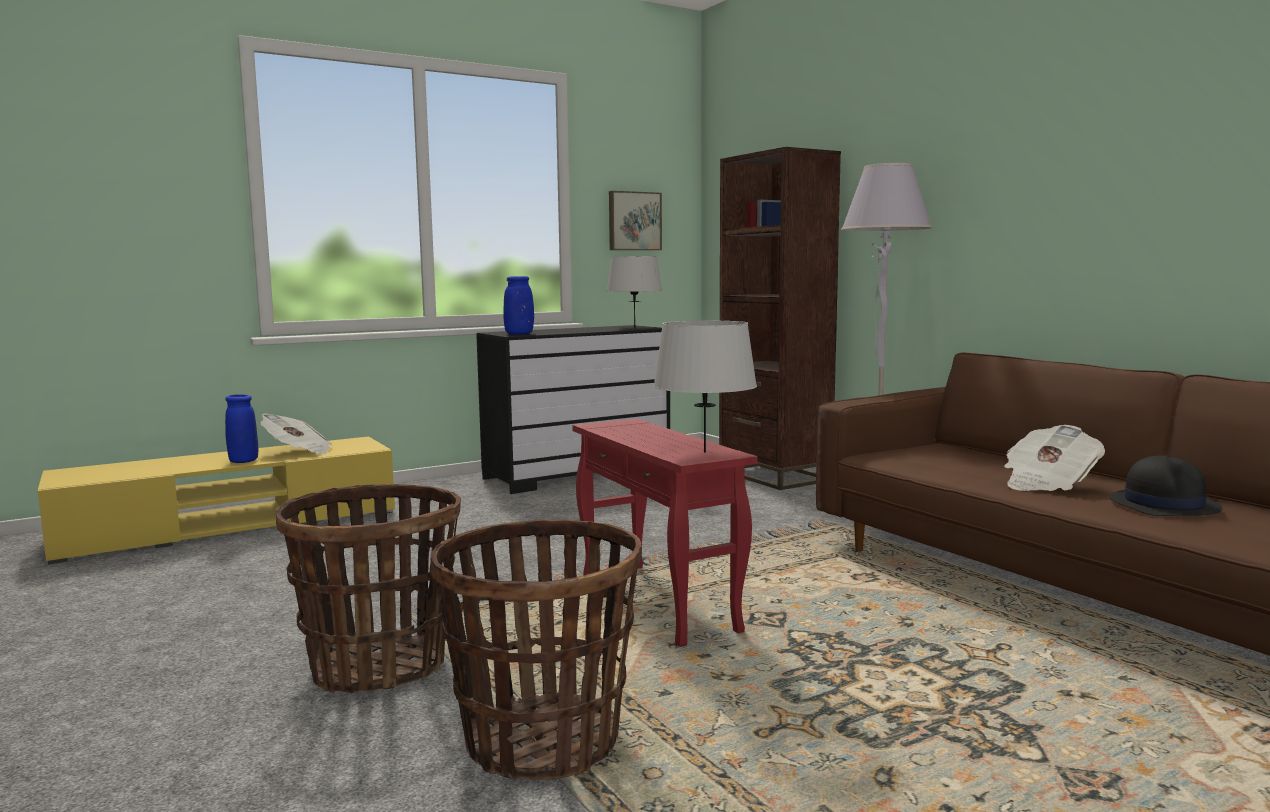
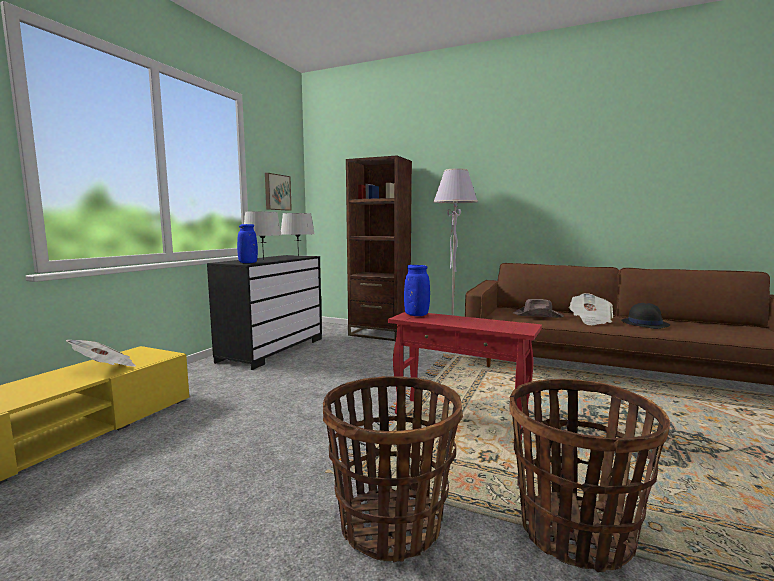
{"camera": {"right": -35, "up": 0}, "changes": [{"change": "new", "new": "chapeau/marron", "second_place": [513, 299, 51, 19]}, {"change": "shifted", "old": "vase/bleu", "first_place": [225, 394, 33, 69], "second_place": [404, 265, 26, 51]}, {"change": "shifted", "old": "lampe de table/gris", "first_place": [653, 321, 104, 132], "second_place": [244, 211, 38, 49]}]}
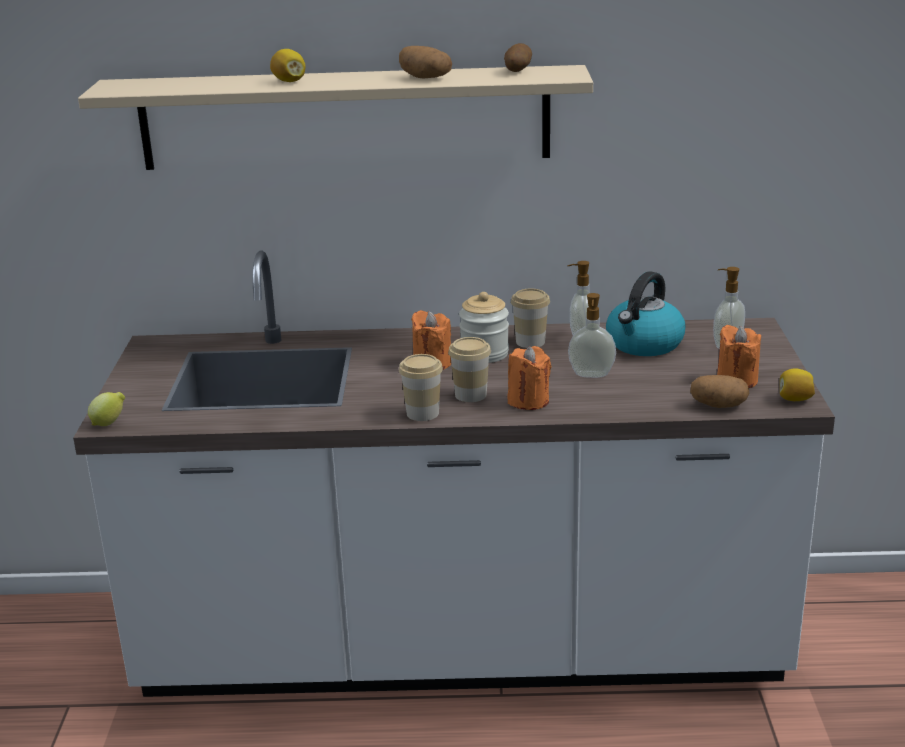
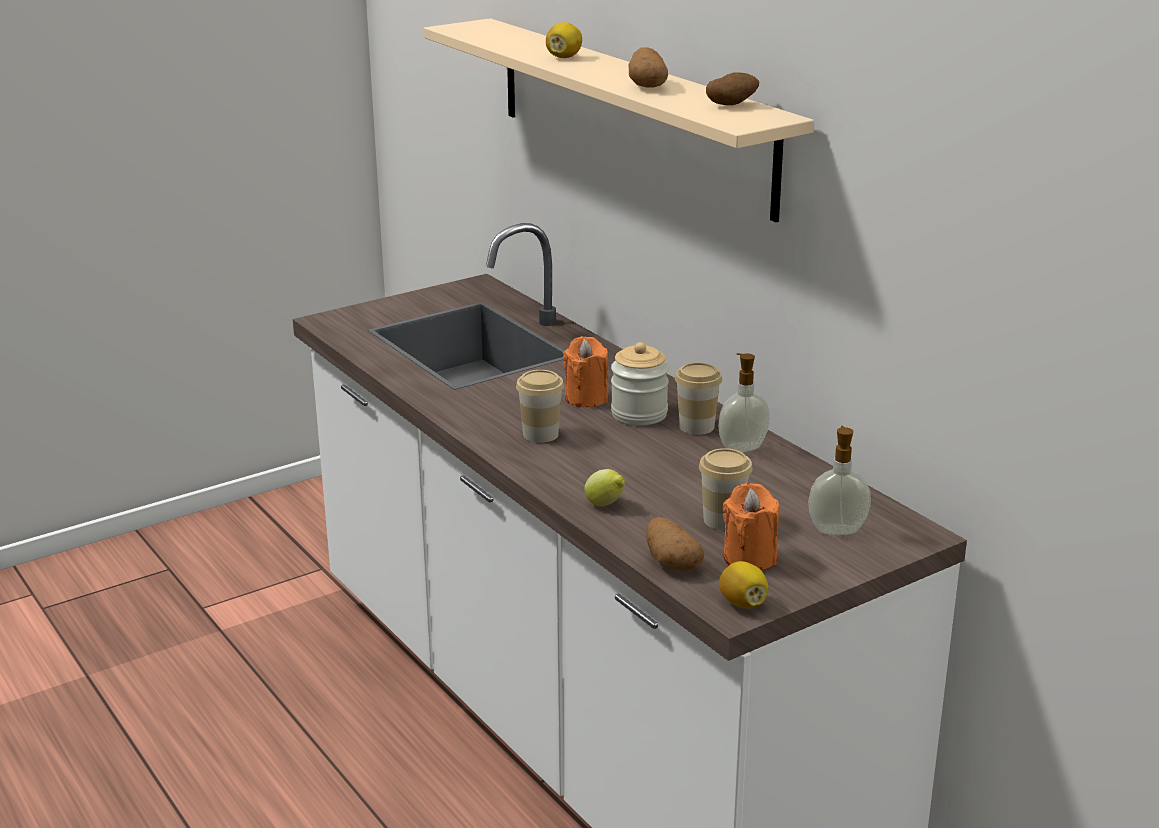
{"camera": {"right": 55, "up": 0}, "changes": [{"change": "gone", "old": "bougie/orange", "first_place": [507, 346, 45, 64]}, {"change": "gone", "old": "distributeur de savon", "first_place": [568, 293, 48, 85]}, {"change": "gone", "old": "bouilloire", "first_place": [606, 271, 80, 85]}, {"change": "shifted", "old": "citron", "first_place": [88, 392, 37, 34], "second_place": [584, 469, 41, 37]}, {"change": "shifted", "old": "tasse", "first_place": [399, 354, 44, 67], "second_place": [699, 448, 54, 82]}]}
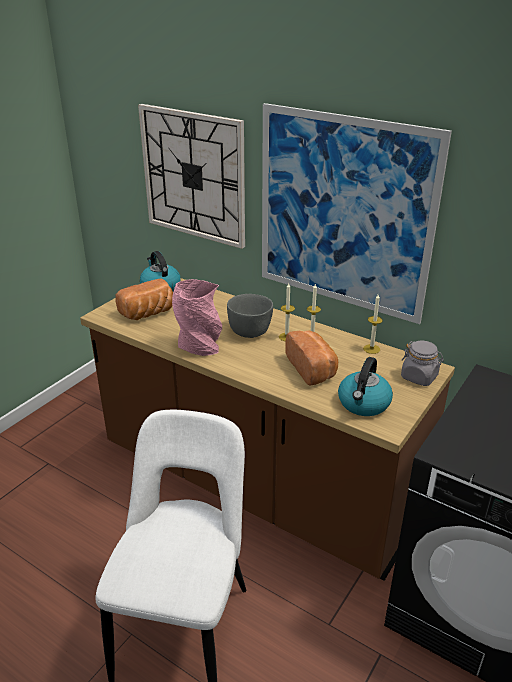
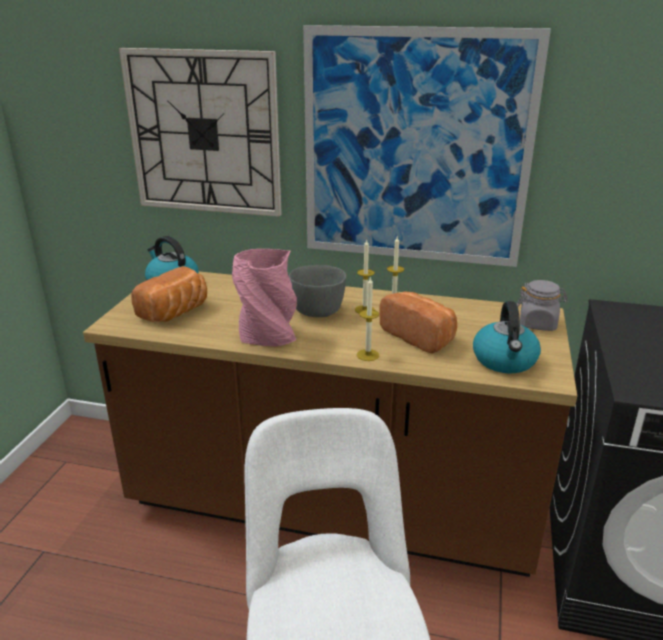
{"camera": {"right": -20, "up": -5}, "changes": [{"change": "shifted", "old": "bougie", "first_place": [363, 294, 20, 60], "second_place": [357, 277, 22, 84]}]}
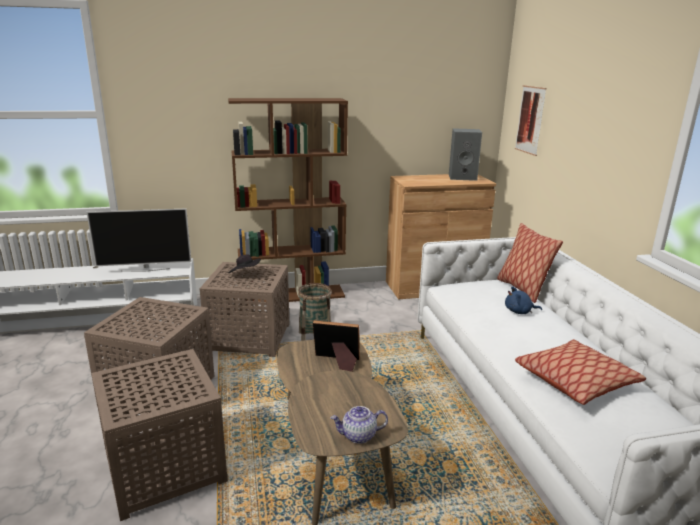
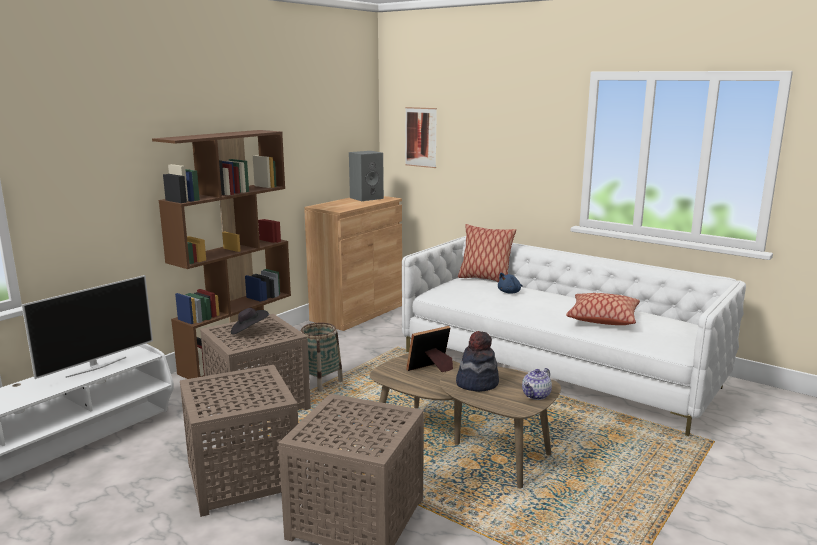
{"camera": {"right": -40, "up": -5}, "changes": [{"change": "new", "new": "chapeau", "second_place": [456, 331, 43, 61]}]}
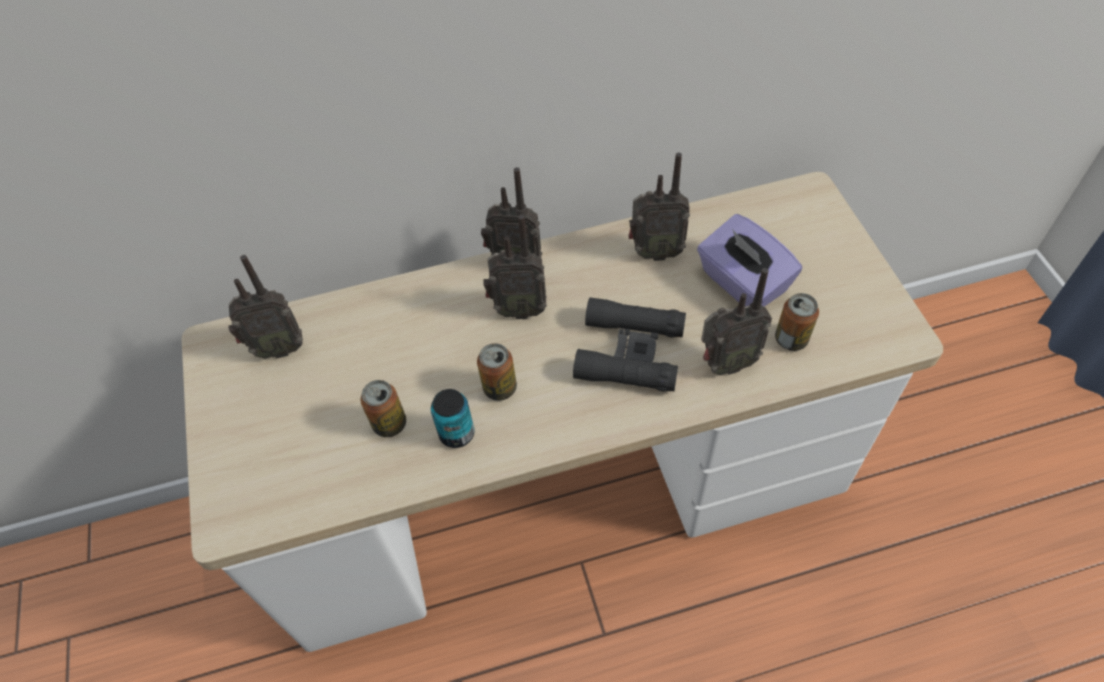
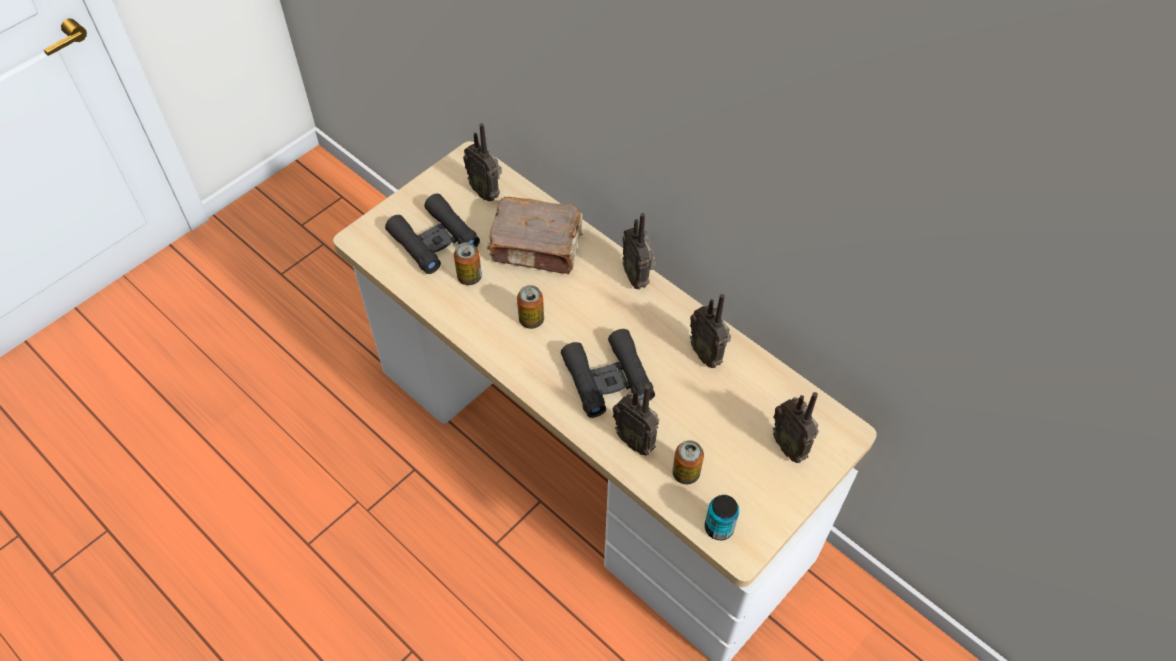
{"camera": {"right": 55, "up": 0}, "changes": [{"change": "gone", "old": "boîte à mouchoirs/violet", "first_place": [697, 214, 105, 93]}, {"change": "new", "new": "jumelles/noir", "second_place": [385, 193, 95, 81]}, {"change": "new", "new": "livre/marron", "second_place": [487, 197, 96, 77]}, {"change": "shifted", "old": "boîte métallique", "first_place": [431, 389, 44, 59], "second_place": [705, 495, 34, 45]}, {"change": "shifted", "old": "radio", "first_place": [483, 215, 64, 104], "second_place": [773, 392, 46, 71]}]}
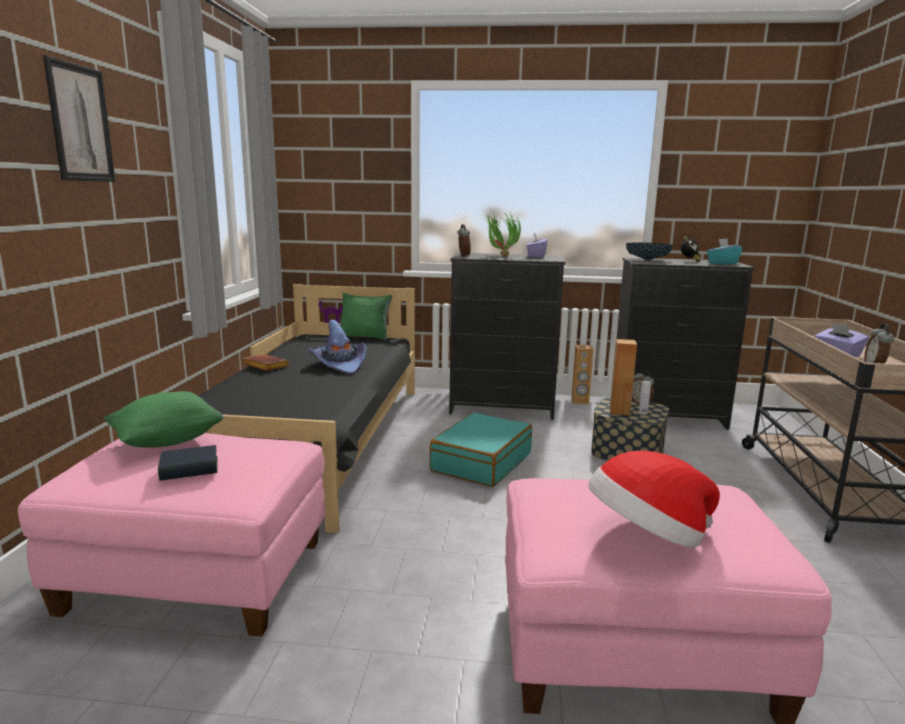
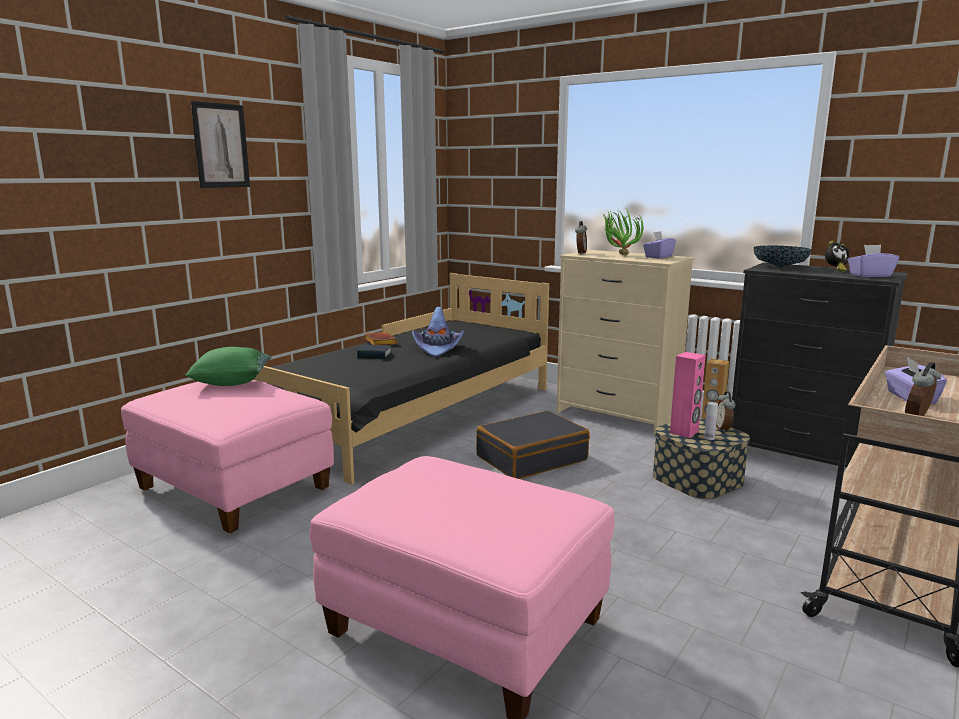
{"camera": {"right": 30, "up": 0}, "changes": [{"change": "gone", "old": "coussin/vert", "first_place": [340, 293, 52, 47]}, {"change": "gone", "old": "chapeau", "first_place": [588, 450, 132, 98]}, {"change": "shifted", "old": "livre", "first_place": [158, 445, 60, 36], "second_place": [357, 345, 35, 14]}, {"change": "repainted", "old": "valise/turquoise", "new": "valise/noir", "first_place": [429, 412, 103, 75], "second_place": [476, 410, 114, 69]}, {"change": "repainted", "old": "commode/noir", "new": "commode/beige", "first_place": [449, 253, 116, 167], "second_place": [556, 250, 138, 185]}, {"change": "repainted", "old": "enceinte/marron", "new": "enceinte/rose", "first_place": [610, 339, 27, 77], "second_place": [670, 352, 36, 86]}, {"change": "repainted", "old": "boîte à mouchoirs/turquoise", "new": "boîte à mouchoirs/violet", "first_place": [707, 238, 36, 27], "second_place": [848, 245, 51, 32]}]}
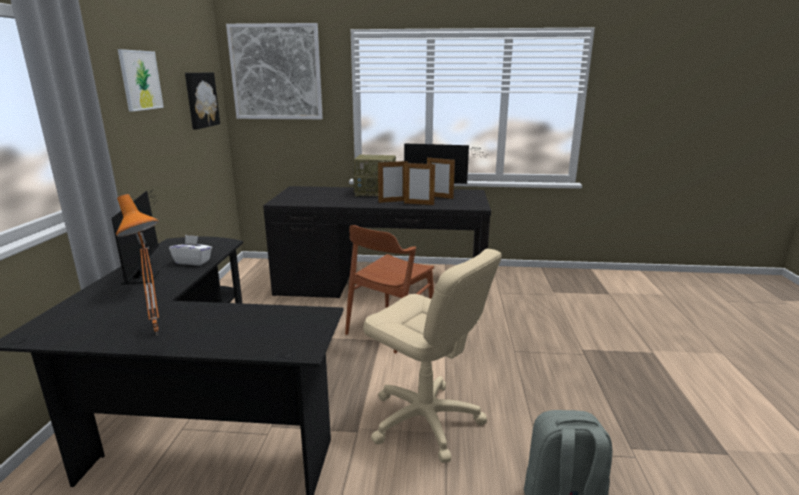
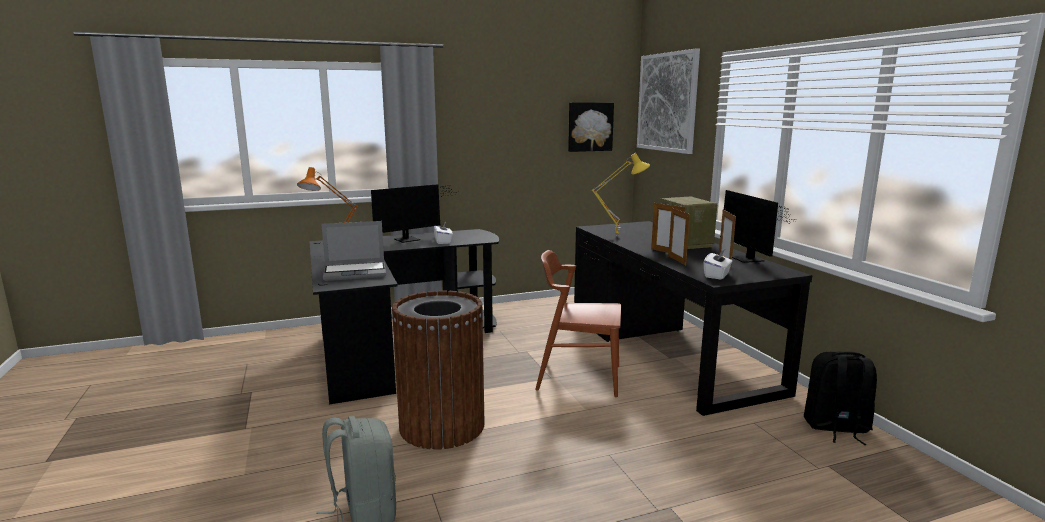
{"camera": {"right": 65, "up": -5}, "changes": [{"change": "gone", "old": "tableau", "first_place": [118, 49, 46, 63]}, {"change": "new", "new": "ordinateur portable", "second_place": [321, 221, 65, 60]}, {"change": "new", "new": "lampe de table/jaune", "second_place": [592, 153, 58, 83]}, {"change": "new", "new": "boîte à mouchoirs/blanc", "second_place": [704, 250, 29, 30]}, {"change": "new", "new": "sac à dos/noir", "second_place": [804, 351, 73, 94]}, {"change": "swapped", "old": "chaise de bureau/beige", "new": "poubelle/marron", "first_place": [363, 249, 139, 214], "second_place": [391, 290, 93, 159]}]}
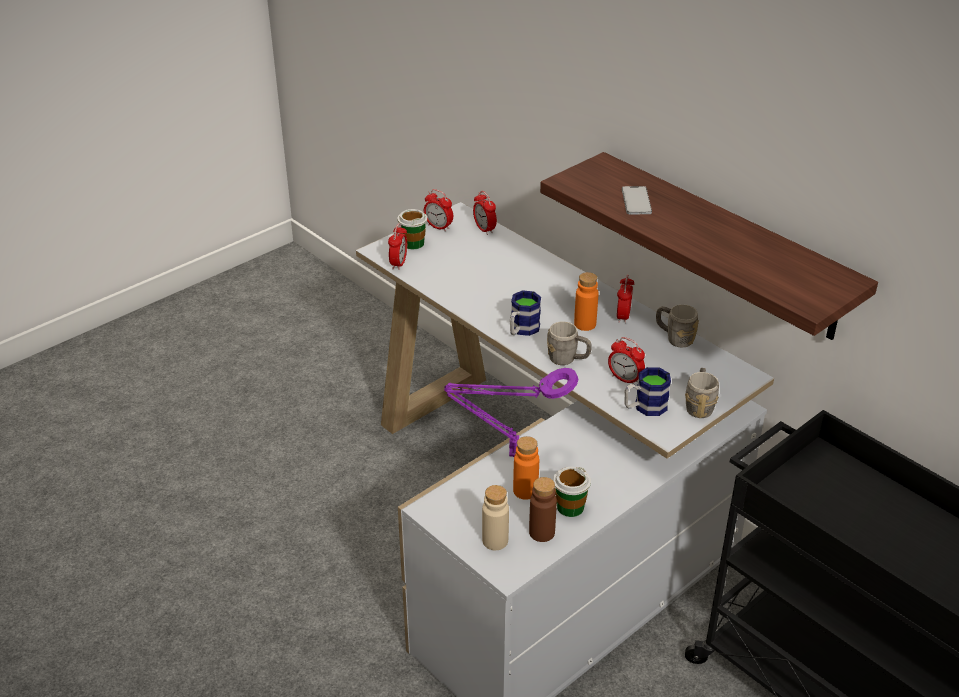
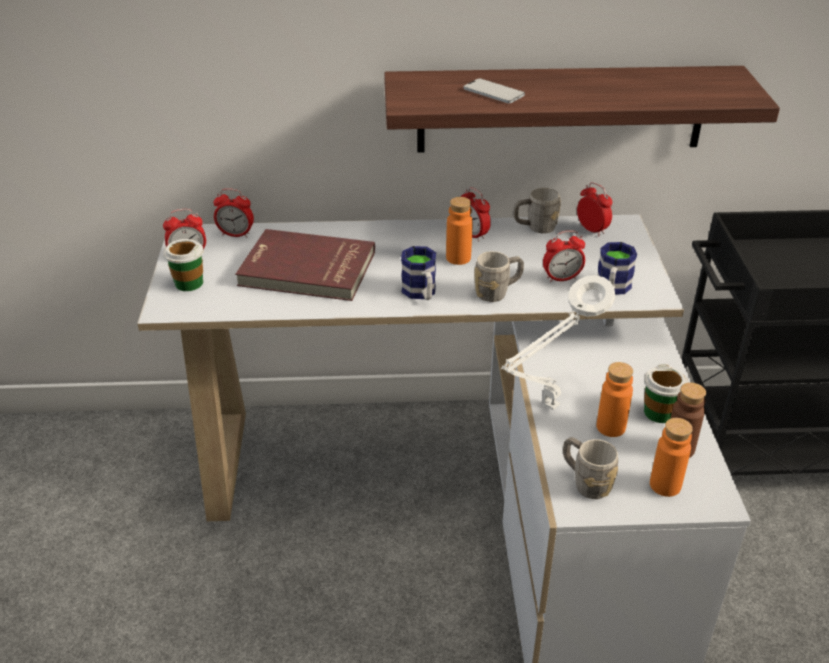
{"camera": {"right": -50, "up": 0}, "changes": [{"change": "new", "new": "livre/rouge", "second_place": [235, 229, 140, 72]}, {"change": "shifted", "old": "réveil", "first_place": [388, 223, 19, 47], "second_place": [577, 182, 35, 54]}, {"change": "shifted", "old": "mug/gris", "first_place": [685, 368, 34, 50], "second_place": [563, 437, 55, 62]}, {"change": "repainted", "old": "lampe de table/violet", "new": "lampe de table/blanc", "first_place": [444, 368, 134, 89], "second_place": [501, 275, 114, 135]}, {"change": "repainted", "old": "bouteille/beige", "new": "bouteille/orange", "first_place": [482, 485, 27, 65], "second_place": [650, 418, 43, 79]}]}
